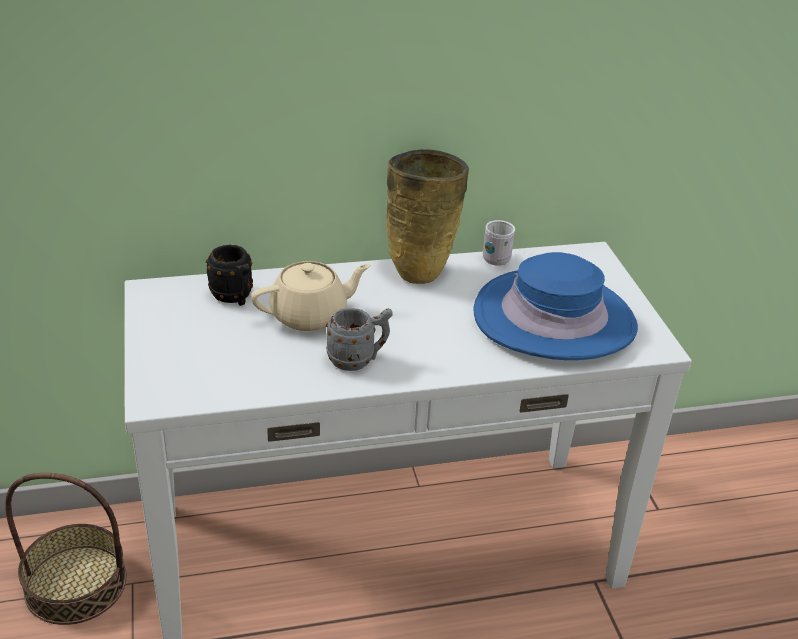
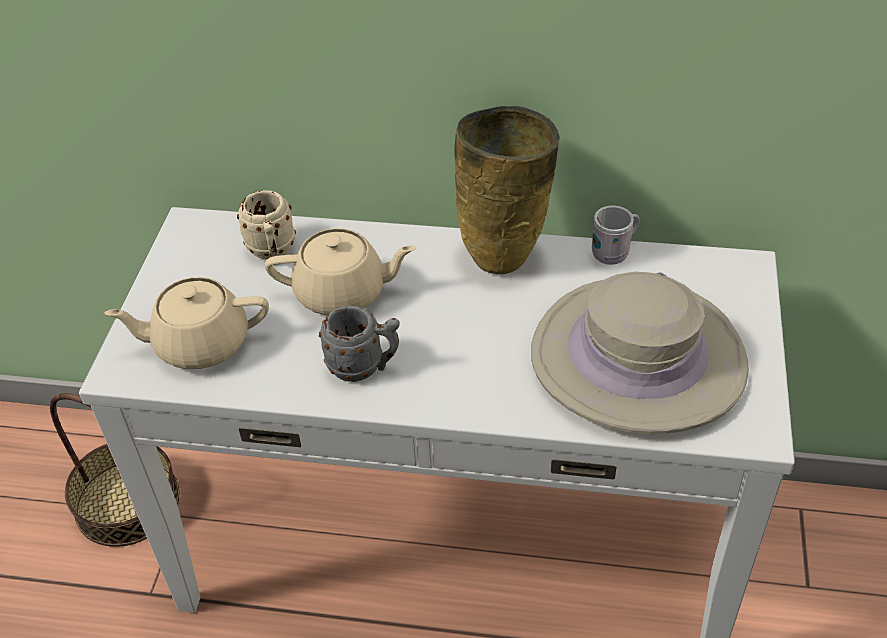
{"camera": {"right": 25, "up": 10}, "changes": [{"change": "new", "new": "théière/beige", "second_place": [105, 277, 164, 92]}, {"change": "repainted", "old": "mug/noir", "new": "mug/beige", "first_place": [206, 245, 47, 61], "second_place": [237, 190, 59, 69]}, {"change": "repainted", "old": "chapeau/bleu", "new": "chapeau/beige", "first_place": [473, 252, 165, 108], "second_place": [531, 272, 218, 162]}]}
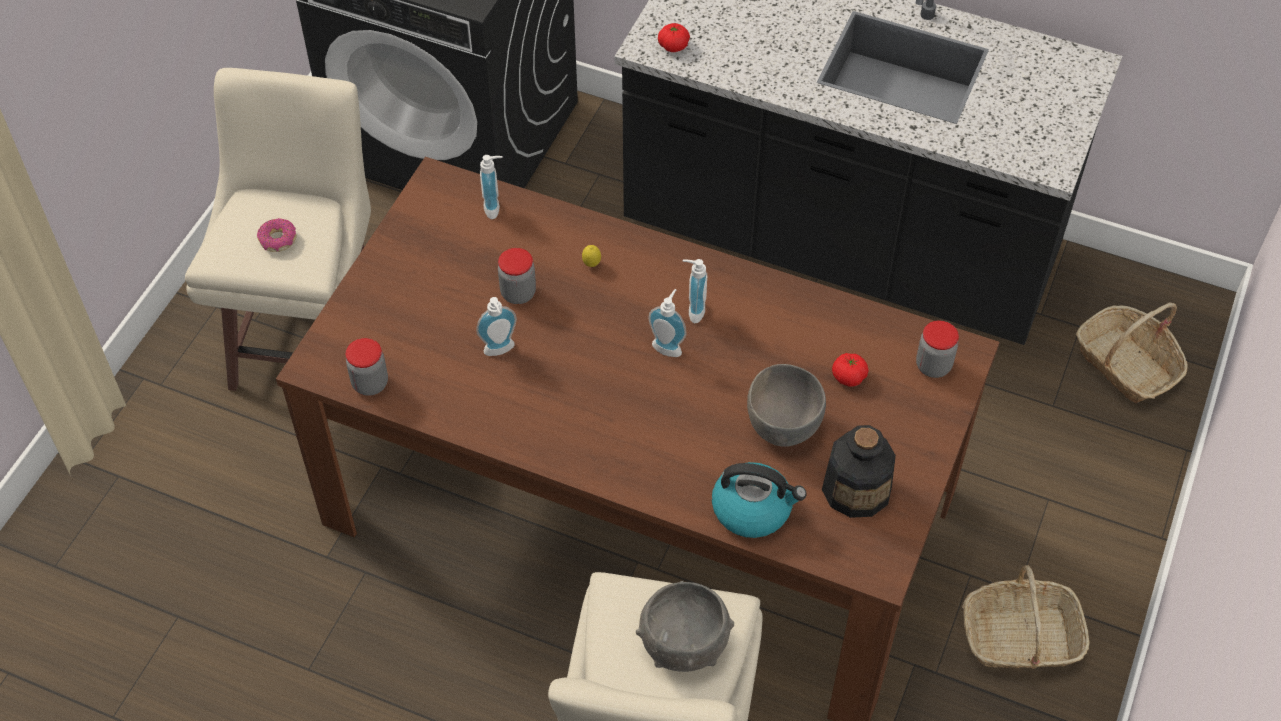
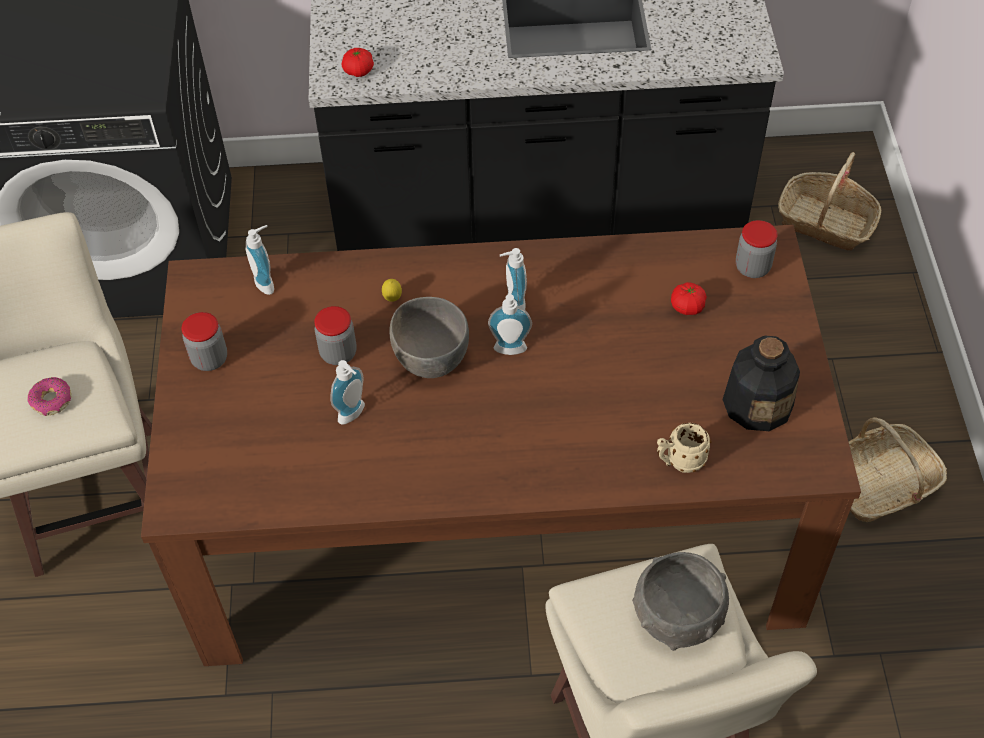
{"camera": {"right": -25, "up": 0}, "changes": [{"change": "shifted", "old": "bocal", "first_place": [346, 338, 42, 58], "second_place": [182, 312, 45, 59]}, {"change": "shifted", "old": "bol/gris", "first_place": [747, 364, 79, 83], "second_place": [389, 297, 80, 81]}, {"change": "swapped", "old": "bouilloire", "new": "mug/beige", "first_place": [712, 462, 95, 76], "second_place": [657, 423, 54, 50]}]}
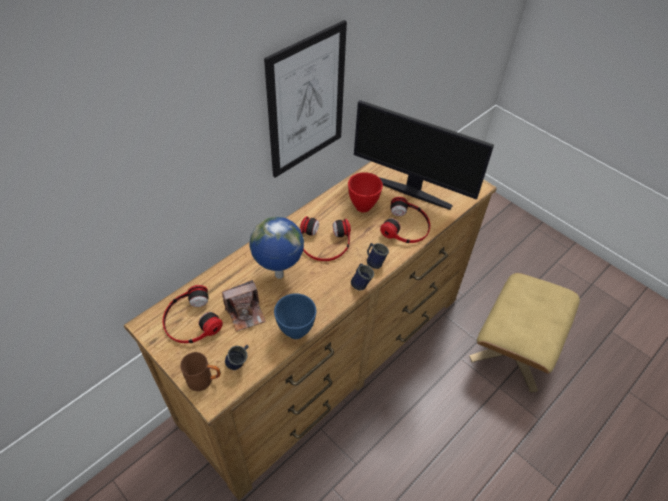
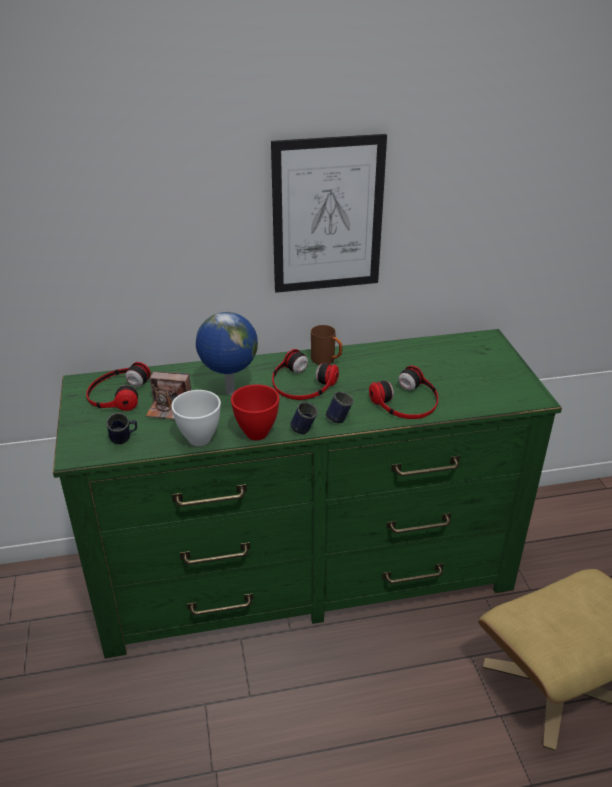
{"camera": {"right": 35, "up": -15}, "changes": [{"change": "gone", "old": "écran d'ordinateur", "first_place": [354, 100, 140, 110]}, {"change": "shifted", "old": "mug/marron", "first_place": [180, 352, 41, 39], "second_place": [311, 325, 31, 40]}, {"change": "shifted", "old": "bol/rouge", "first_place": [348, 172, 35, 40], "second_place": [231, 384, 48, 56]}, {"change": "repainted", "old": "commode/marron", "new": "commode/vert", "first_place": [124, 161, 373, 339], "second_place": [53, 329, 509, 329]}, {"change": "repainted", "old": "bol/bleu", "new": "bol/blanc", "first_place": [274, 293, 42, 46], "second_place": [171, 390, 50, 56]}]}
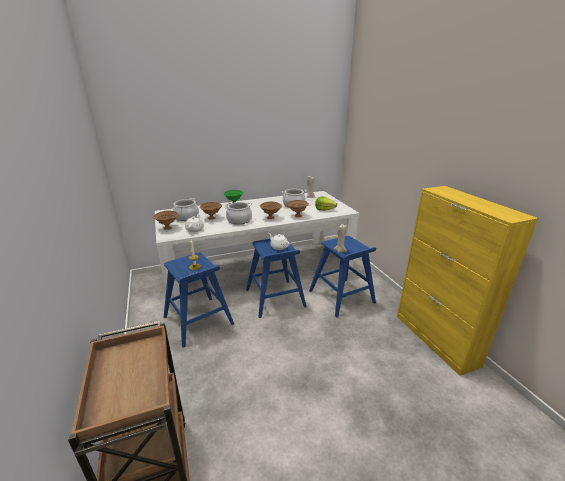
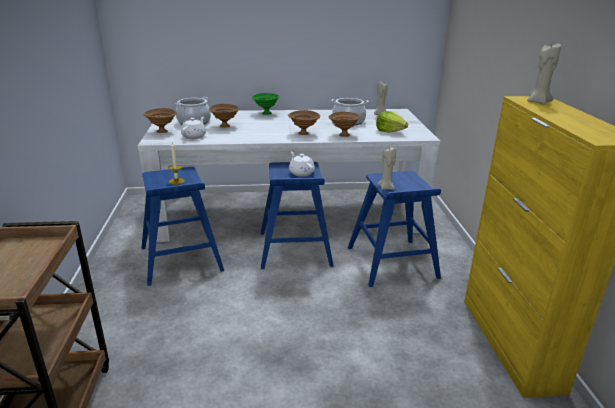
{"camera": {"right": 15, "up": 0}, "changes": [{"change": "gone", "old": "marmite", "first_place": [224, 202, 28, 23]}, {"change": "new", "new": "bougie/beige", "second_place": [527, 44, 34, 61]}]}
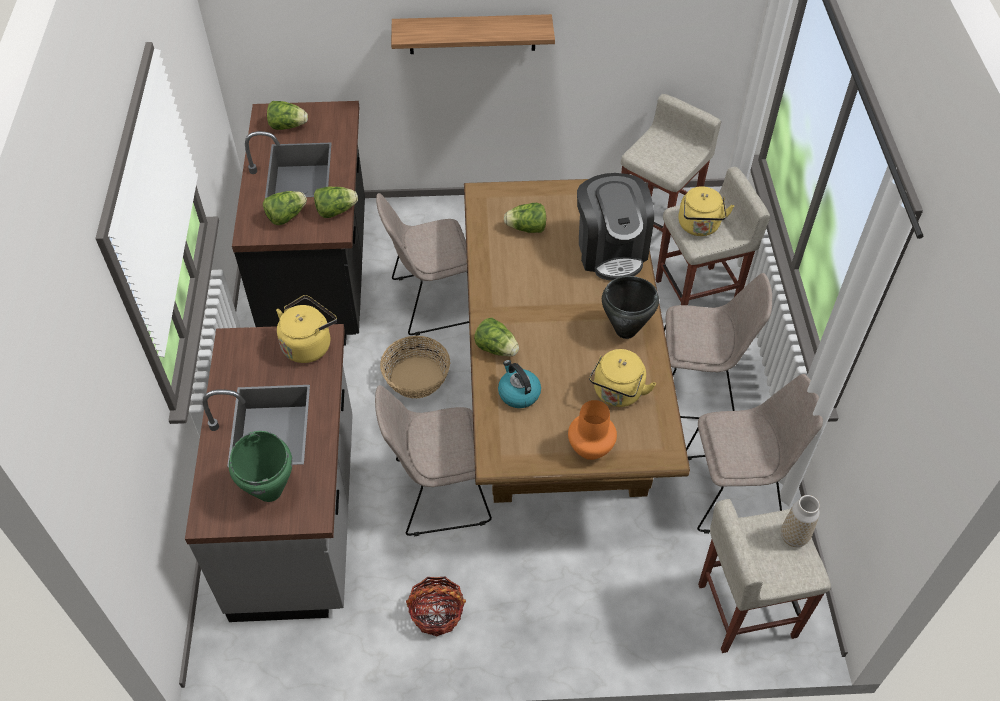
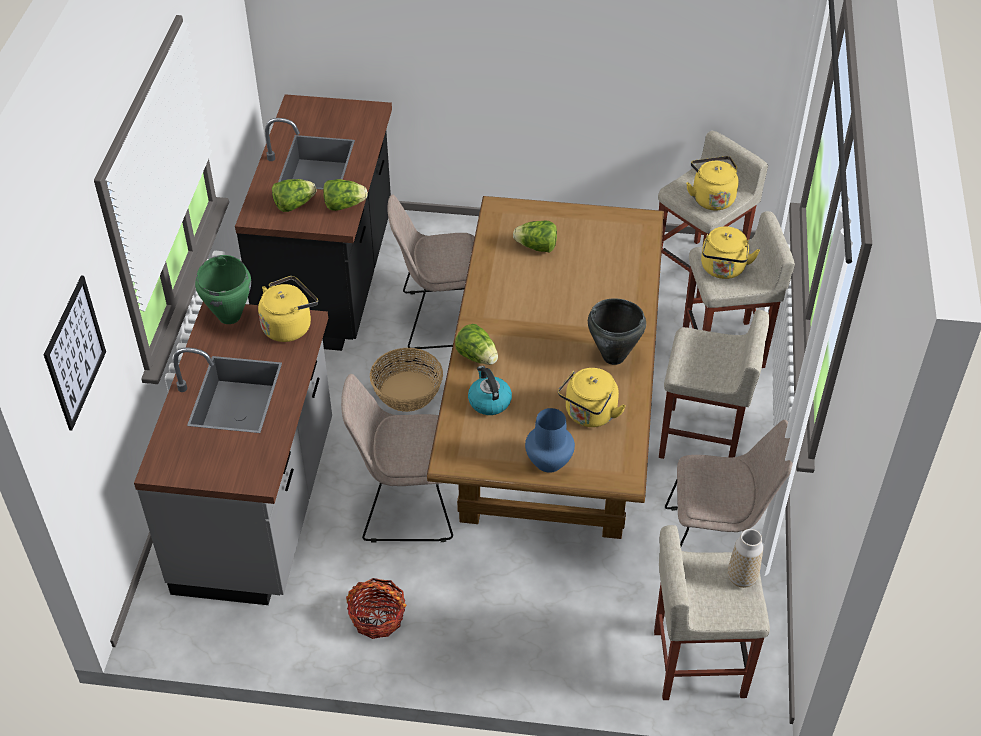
{"camera": {"right": 10, "up": -5}, "changes": [{"change": "gone", "old": "laitue", "first_place": [267, 101, 41, 29]}, {"change": "gone", "old": "étagère", "first_place": [391, 14, 164, 40]}, {"change": "gone", "old": "machine à café", "first_place": [577, 173, 77, 108]}, {"change": "new", "new": "tableau", "second_place": [44, 276, 62, 154]}, {"change": "new", "new": "bouilloire/jaune", "second_place": [686, 156, 53, 54]}, {"change": "shifted", "old": "marmite/vert", "first_place": [229, 431, 64, 71], "second_place": [195, 255, 56, 69]}, {"change": "swapped", "old": "chaise/beige", "new": "tabouret/beige", "first_place": [664, 273, 108, 146], "second_place": [659, 310, 110, 149]}, {"change": "repainted", "old": "vase/orange", "new": "vase/bleu", "first_place": [568, 400, 49, 60], "second_place": [525, 408, 50, 65]}]}
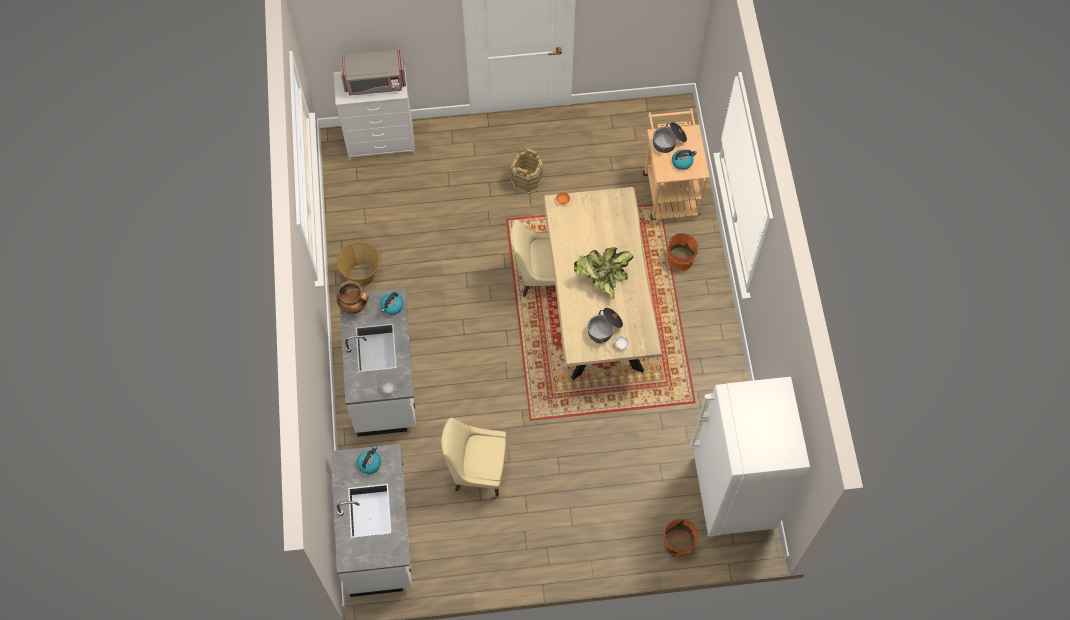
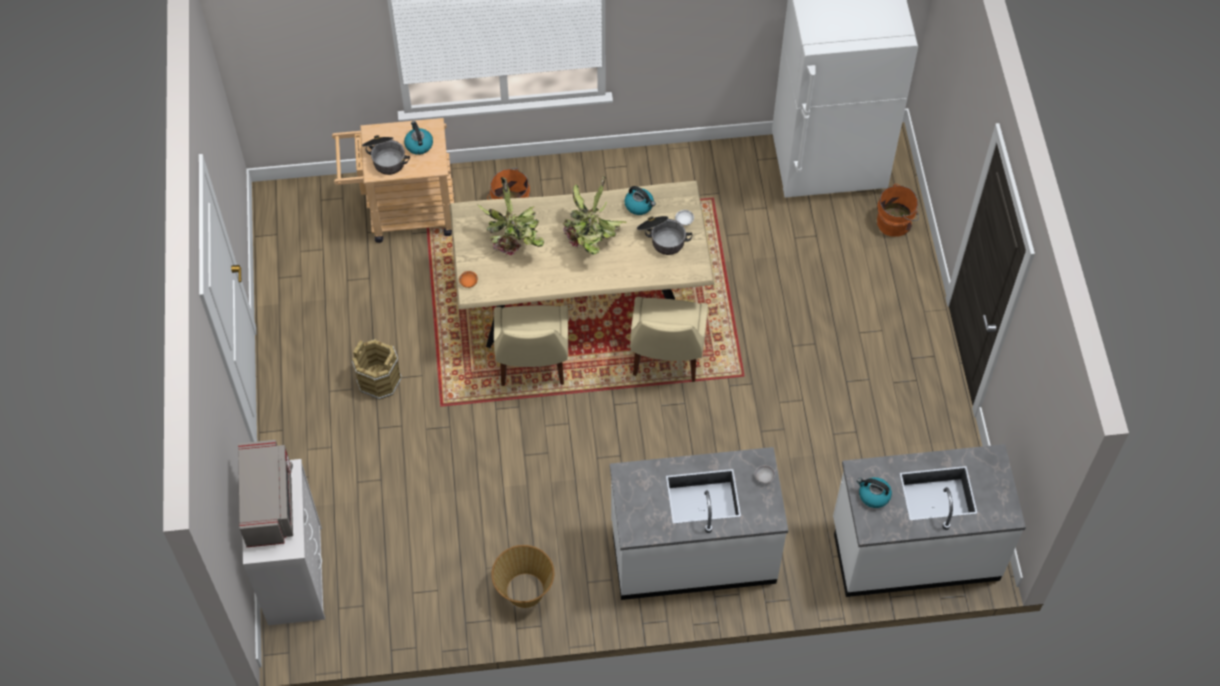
{"camera": {"right": -90, "up": -5}, "changes": [{"change": "gone", "old": "marmite", "first_place": [337, 281, 32, 33]}, {"change": "new", "new": "plante en pot", "second_place": [478, 177, 66, 78]}, {"change": "shifted", "old": "bouilloire", "first_place": [381, 292, 22, 23], "second_place": [625, 186, 31, 29]}, {"change": "shifted", "old": "chaise/beige", "first_place": [441, 418, 65, 78], "second_place": [630, 297, 78, 85]}]}
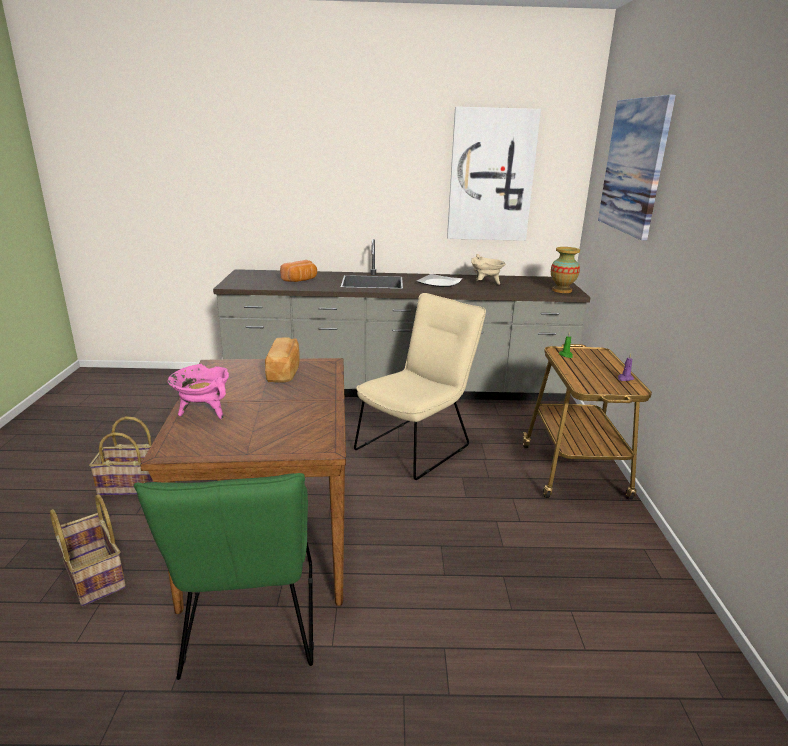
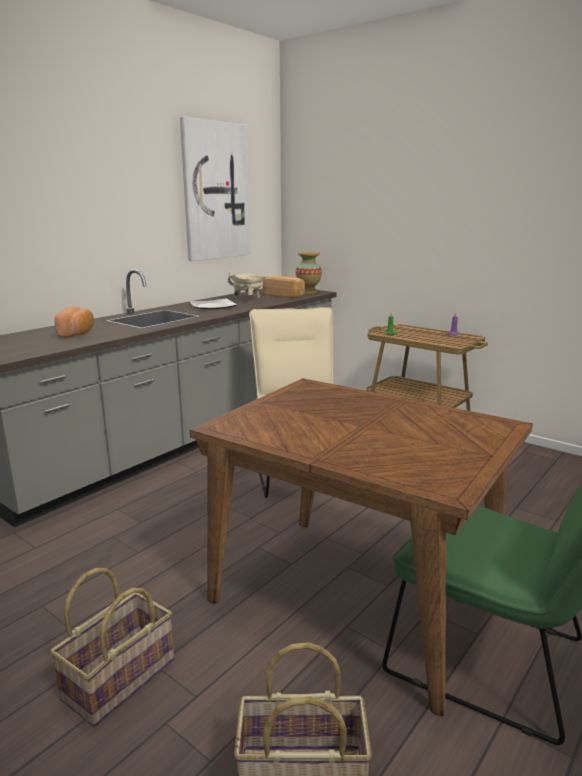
{"camera": {"right": -50, "up": -5}, "changes": [{"change": "gone", "old": "marmite/rose", "first_place": [168, 364, 61, 55]}, {"change": "gone", "old": "tableau", "first_place": [598, 95, 78, 146]}, {"change": "shifted", "old": "pain", "first_place": [265, 337, 34, 46], "second_place": [263, 276, 42, 22]}]}
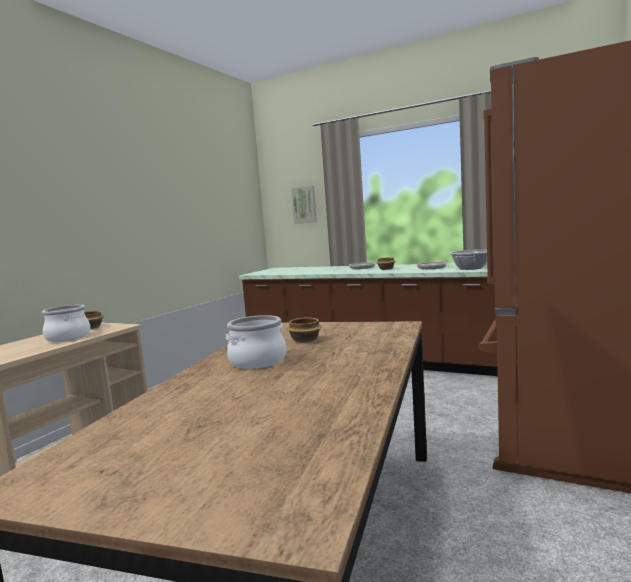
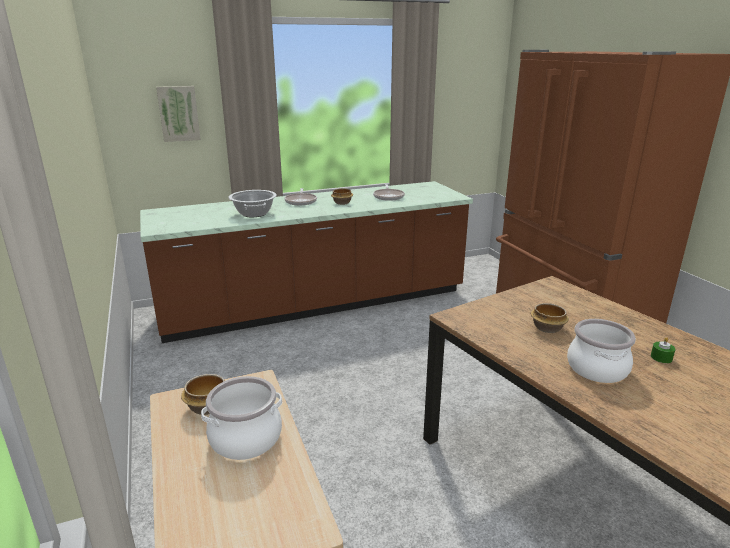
{"camera": {"right": -50, "up": 15}, "changes": [{"change": "new", "new": "bougie/vert", "second_place": [651, 337, 25, 26]}, {"change": "shifted", "old": "marmite", "first_place": [449, 250, 38, 20], "second_place": [229, 190, 48, 27]}]}
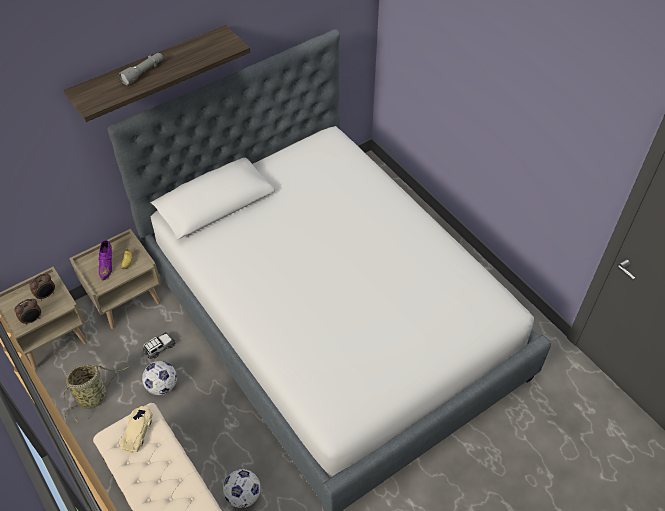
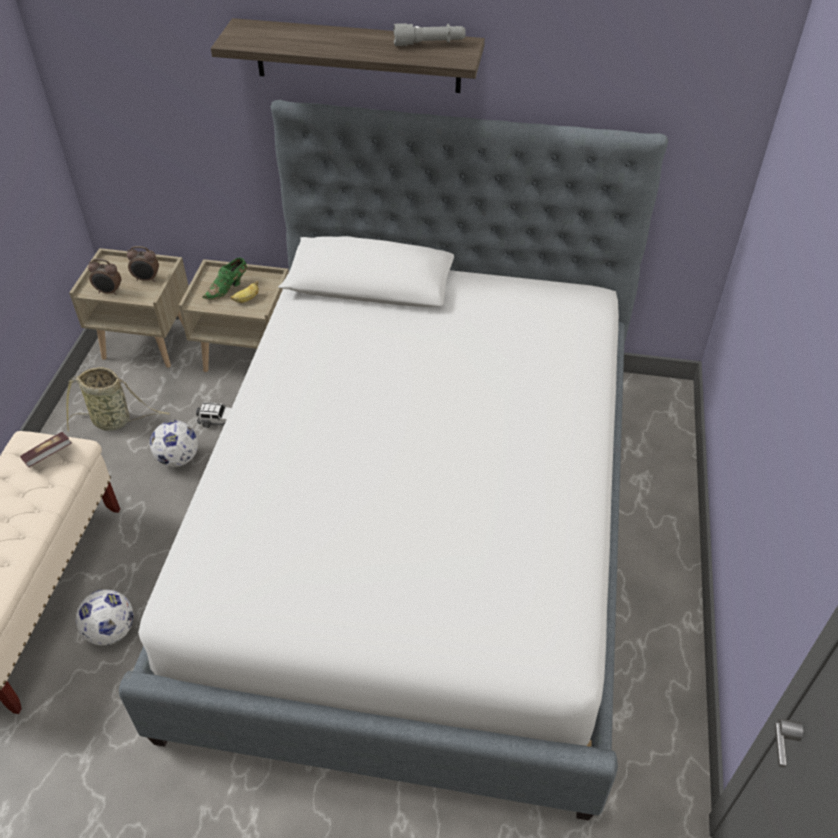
{"camera": {"right": 45, "up": -5}, "changes": [{"change": "shifted", "old": "lampe de poche/gris", "first_place": [119, 53, 44, 33], "second_place": [393, 23, 73, 23]}, {"change": "swapped", "old": "petite voiture/beige", "new": "livre", "first_place": [120, 406, 33, 47], "second_place": [20, 432, 52, 35]}, {"change": "repainted", "old": "chaussure/violet", "new": "chaussure/vert", "first_place": [99, 240, 13, 41], "second_place": [202, 258, 45, 42]}]}
